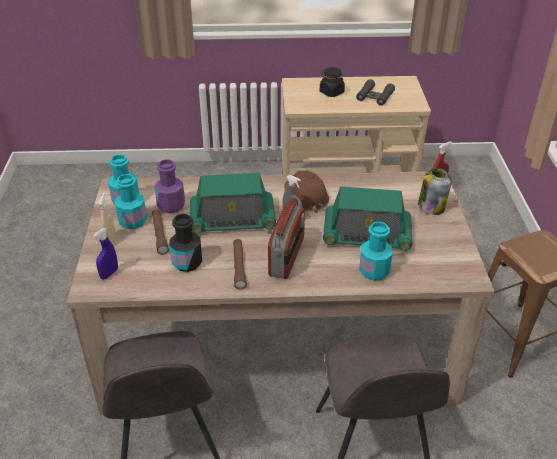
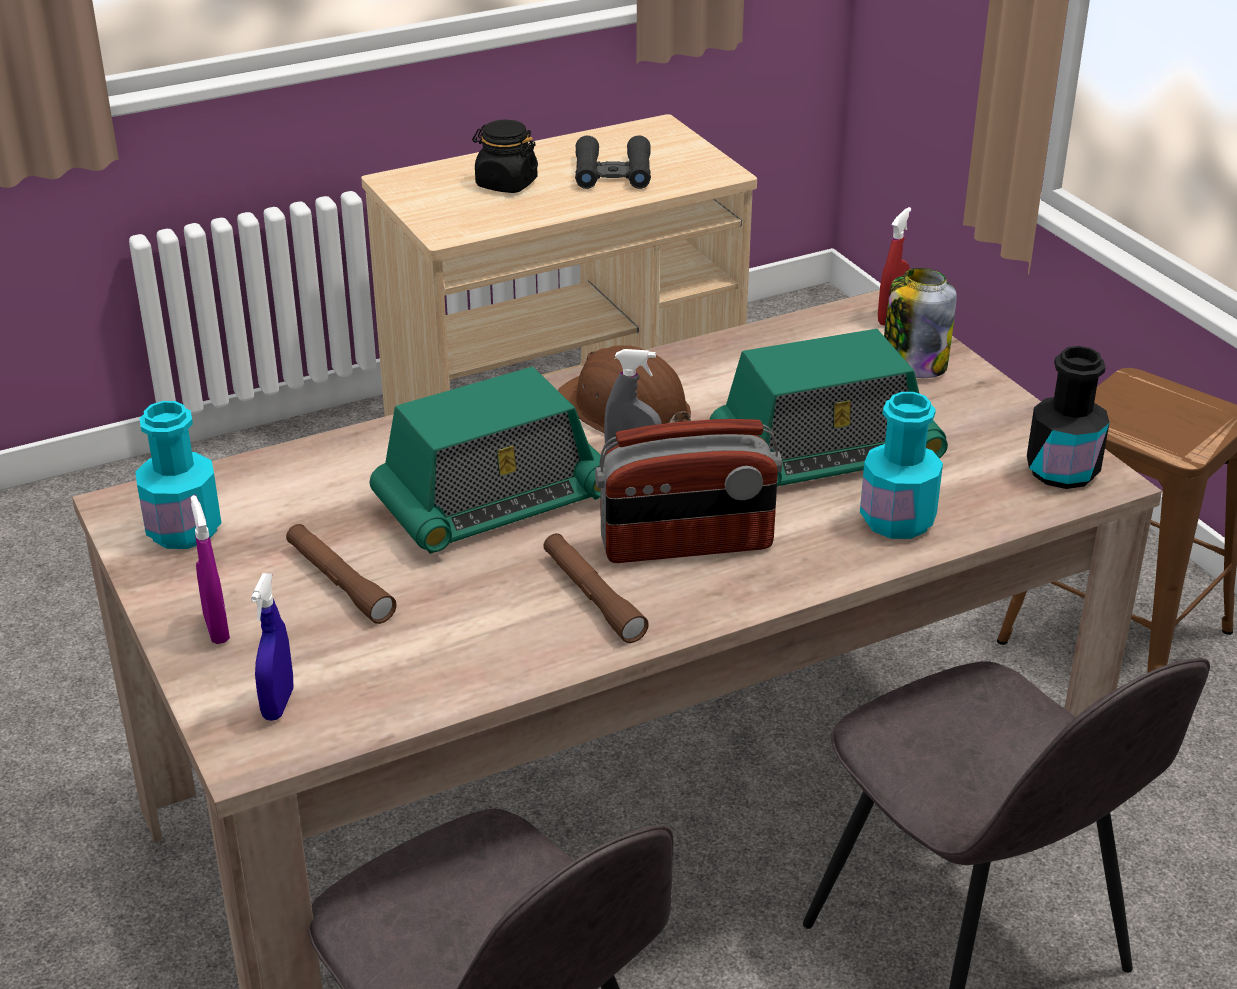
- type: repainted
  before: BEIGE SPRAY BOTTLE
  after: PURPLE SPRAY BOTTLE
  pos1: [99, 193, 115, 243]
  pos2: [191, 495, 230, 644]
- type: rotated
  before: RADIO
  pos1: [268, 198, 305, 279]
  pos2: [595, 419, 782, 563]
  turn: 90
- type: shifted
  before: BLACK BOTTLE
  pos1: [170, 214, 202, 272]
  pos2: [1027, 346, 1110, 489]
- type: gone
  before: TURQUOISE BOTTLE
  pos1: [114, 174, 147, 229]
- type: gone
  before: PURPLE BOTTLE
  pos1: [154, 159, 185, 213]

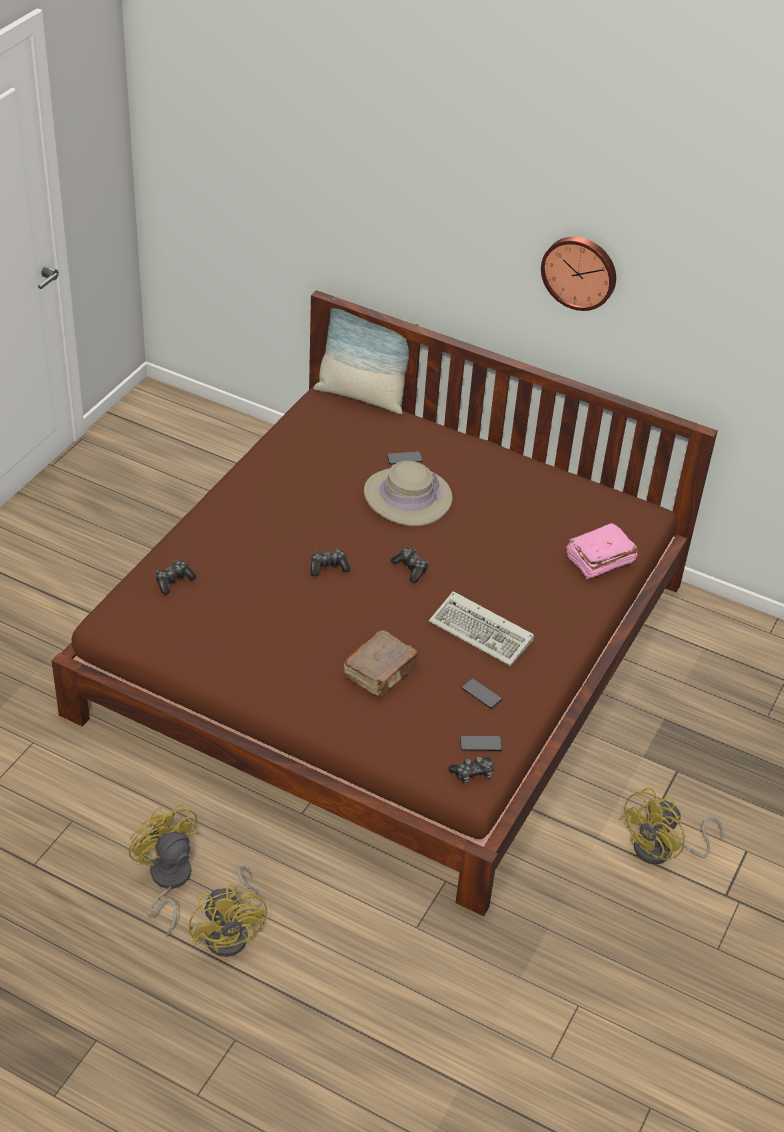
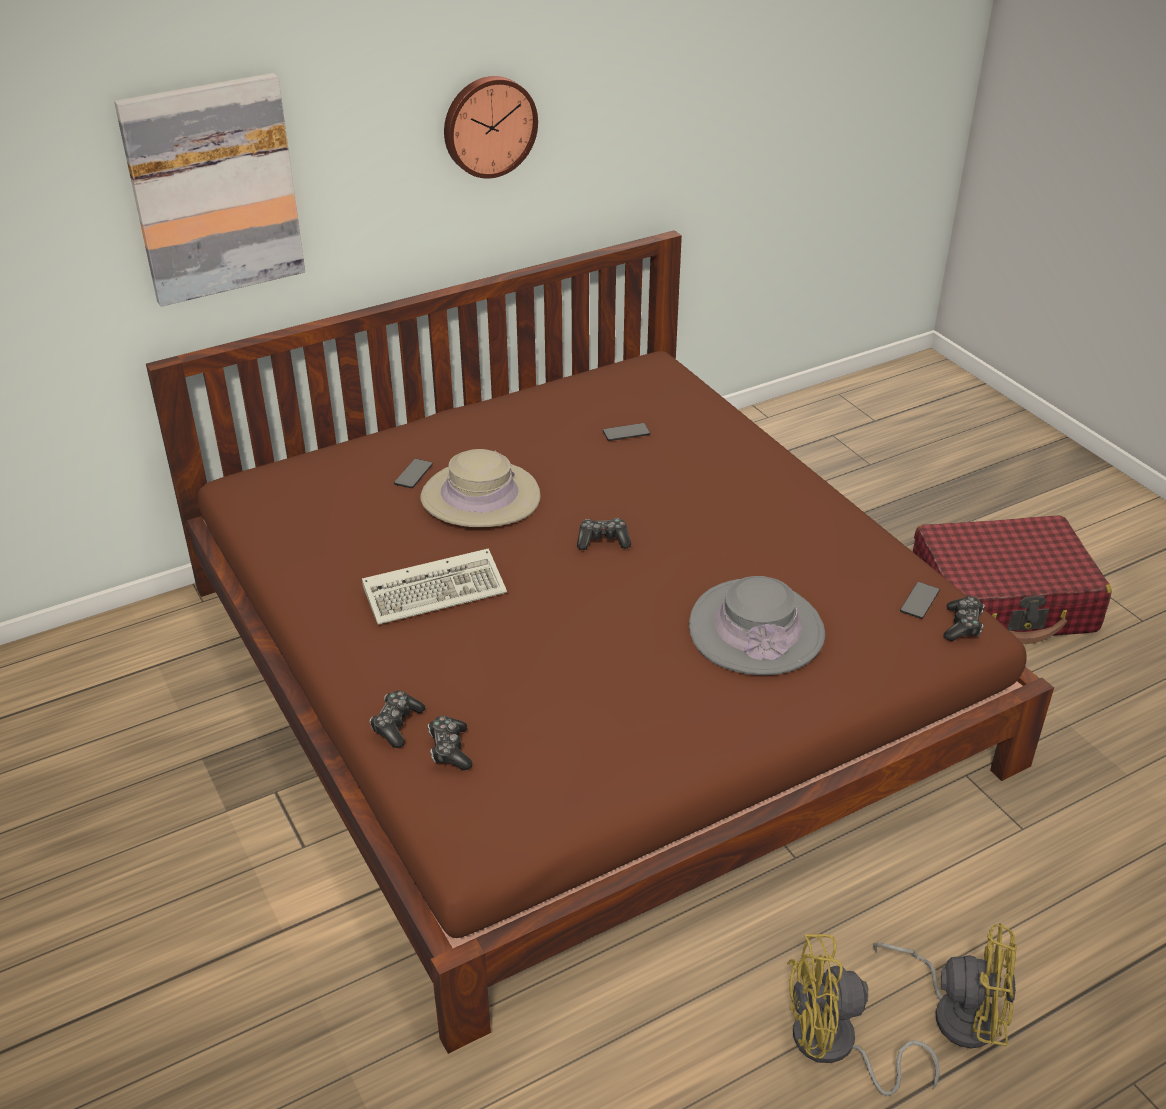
- type: new
  after: PICTURE
  pos2: [114, 73, 305, 307]
- type: shifted
  before: KEYBOARD
  pos1: [429, 591, 534, 666]
  pos2: [362, 548, 507, 625]
- type: shifted
  before: GAME CONTROLLER
  pos1: [310, 549, 350, 576]
  pos2: [370, 690, 425, 748]
- type: shifted
  before: PHONE
  pos1: [461, 678, 502, 709]
  pos2: [603, 423, 650, 441]
- type: swapped
  before: BROWN BOOK
  after: GREY HAT
  pos1: [344, 630, 419, 696]
  pos2: [689, 576, 825, 675]
- type: swapped
  before: YELLOW FAN
  after: RED SUITCASE
  pos1: [619, 787, 723, 864]
  pos2: [913, 515, 1112, 644]
- type: gone
  before: PILLOW
  pos1: [313, 298, 419, 414]
- type: gone
  before: PINK BOOK
  pos1: [566, 523, 638, 579]

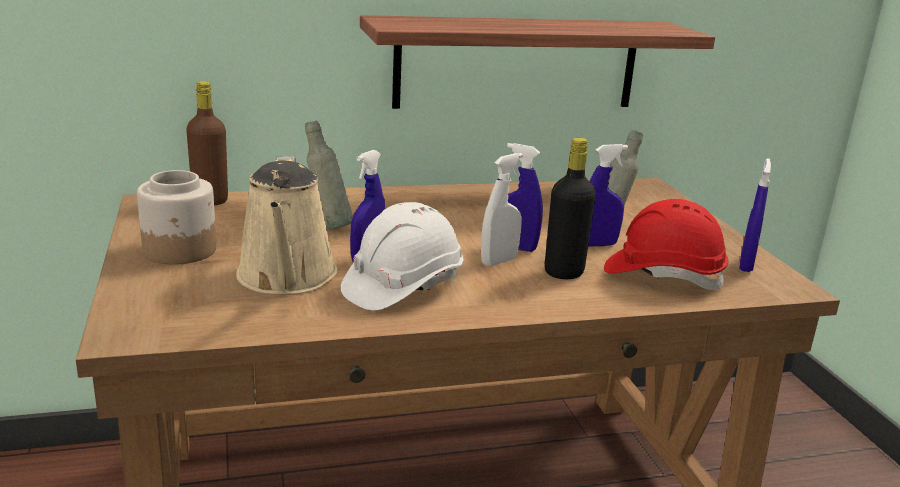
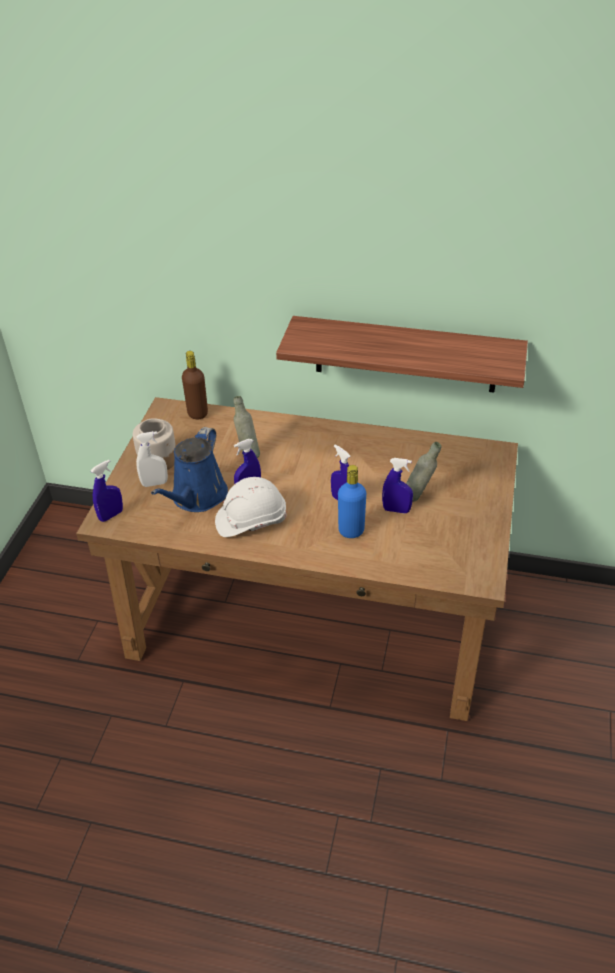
- type: shifted
  before: BLUE SPRAY BOTTLE
  pos1: [739, 158, 771, 272]
  pos2: [91, 460, 123, 522]
- type: shifted
  before: WHITE SPRAY BOTTLE
  pos1: [481, 153, 523, 266]
  pos2: [136, 431, 168, 487]
- type: repainted
  before: BEIGE WATERING CAN
  after: BLUE WATERING CAN
  pos1: [236, 156, 337, 295]
  pos2: [151, 427, 228, 512]
- type: repainted
  before: BLACK BOTTLE
  after: BLUE BOTTLE
  pos1: [545, 138, 596, 279]
  pos2: [338, 465, 366, 538]
- type: gone
  before: RED HARD HAT
  pos1: [604, 199, 729, 290]

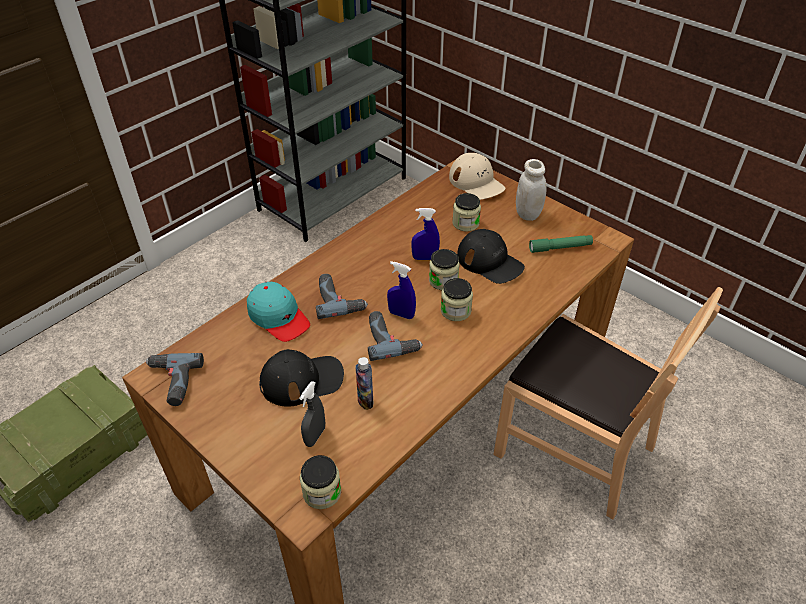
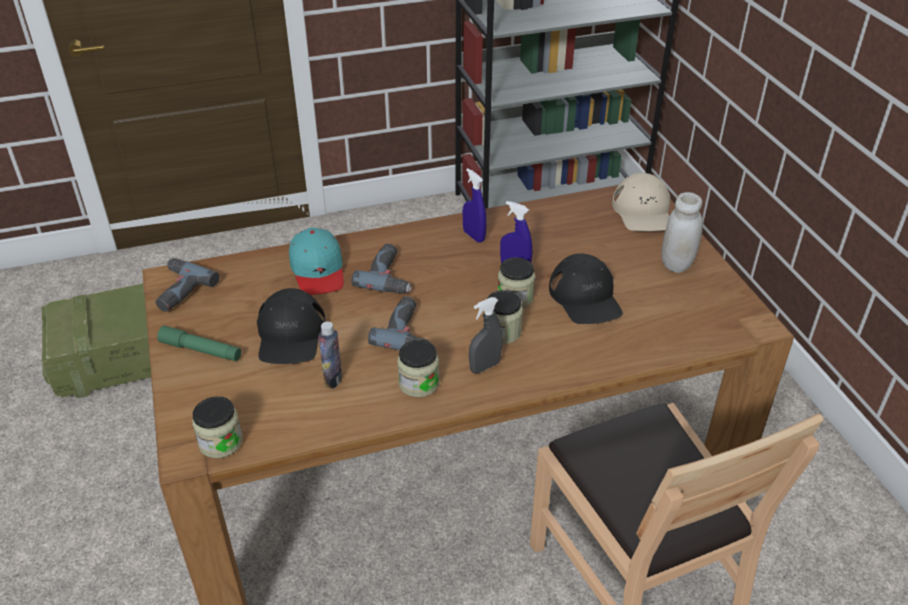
- type: shifted
  before: GREEN FLASHLIGHT
  pos1: [529, 235, 593, 253]
  pos2: [157, 326, 241, 361]
- type: rotated
  before: BLACK CAP
  pos1: [259, 349, 344, 407]
  pos2: [257, 288, 325, 364]
  turn: 75
- type: shifted
  before: JAR
  pos1: [452, 193, 481, 232]
  pos2: [397, 340, 439, 397]
- type: shifted
  before: BLUE SPRAY BOTTLE
  pos1: [387, 261, 416, 319]
  pos2: [463, 168, 486, 243]
- type: shifted
  before: GREY SPRAY BOTTLE
  pos1: [299, 381, 325, 447]
  pos2: [469, 297, 503, 373]

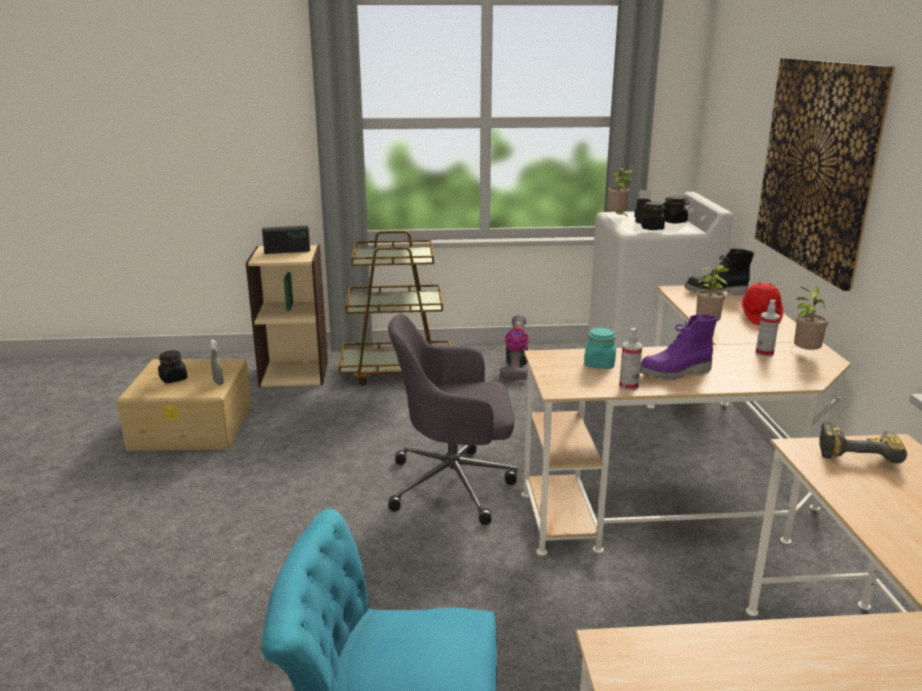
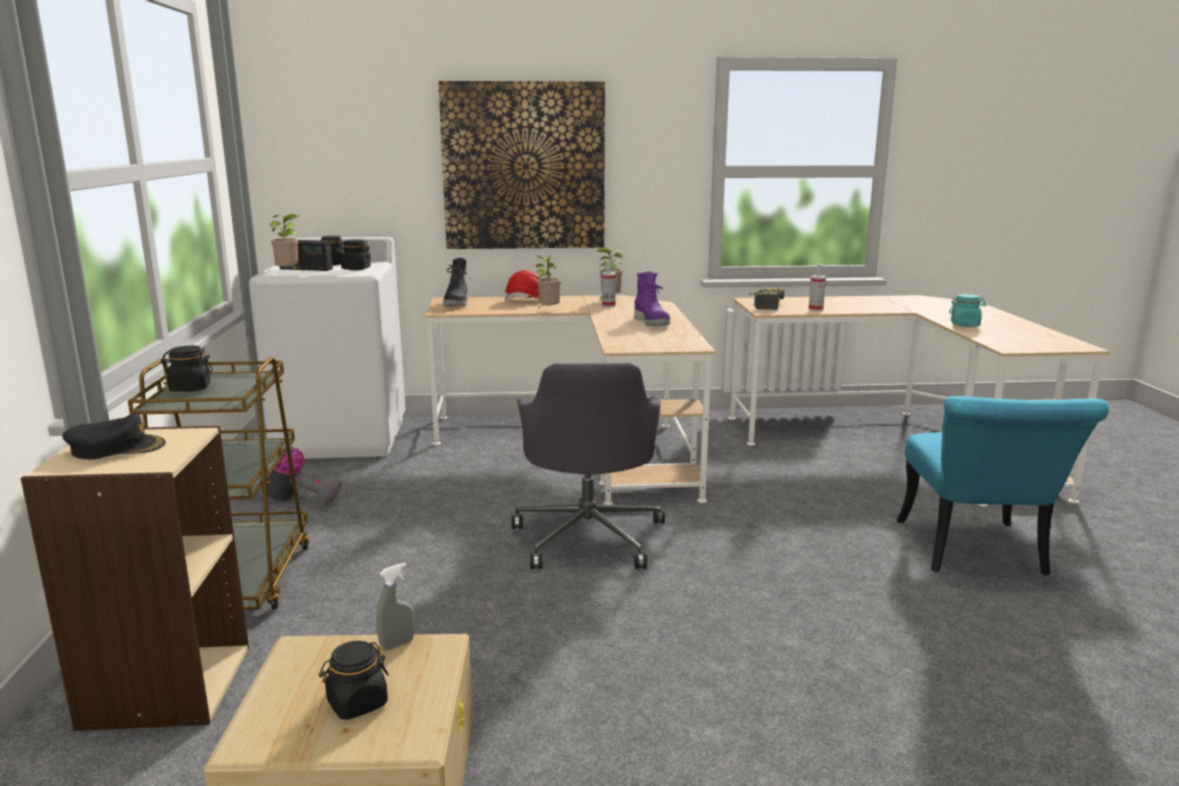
- type: swapped
  before: RADIO
  after: BLACK CAP
  pos1: [262, 225, 310, 254]
  pos2: [62, 413, 166, 459]
- type: new
  after: BLACK JAR
  pos2: [161, 346, 213, 392]
- type: shifted
  before: SPRAY BOTTLE
  pos1: [619, 328, 642, 391]
  pos2: [809, 264, 826, 311]
- type: shifted
  before: TURQUOISE JAR
  pos1: [584, 327, 616, 369]
  pos2: [949, 294, 986, 327]

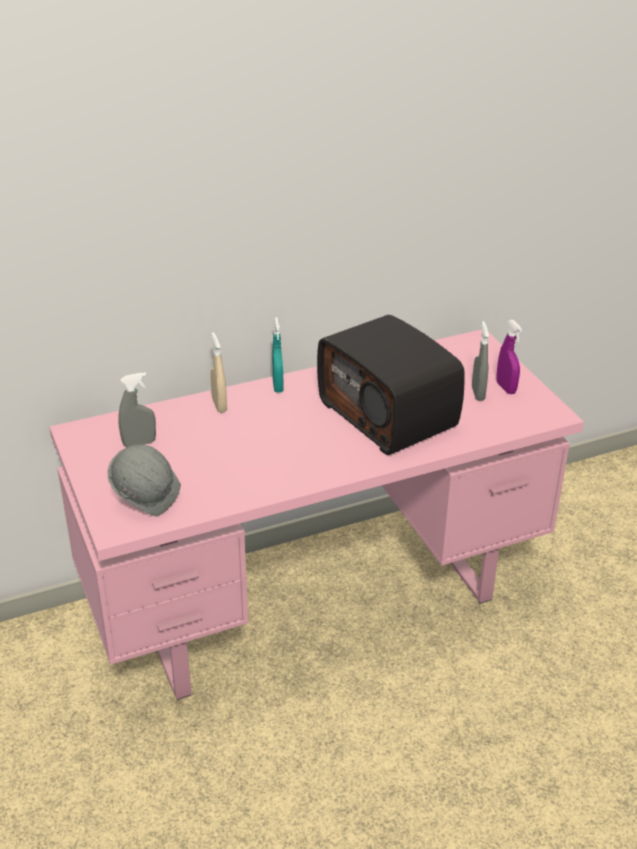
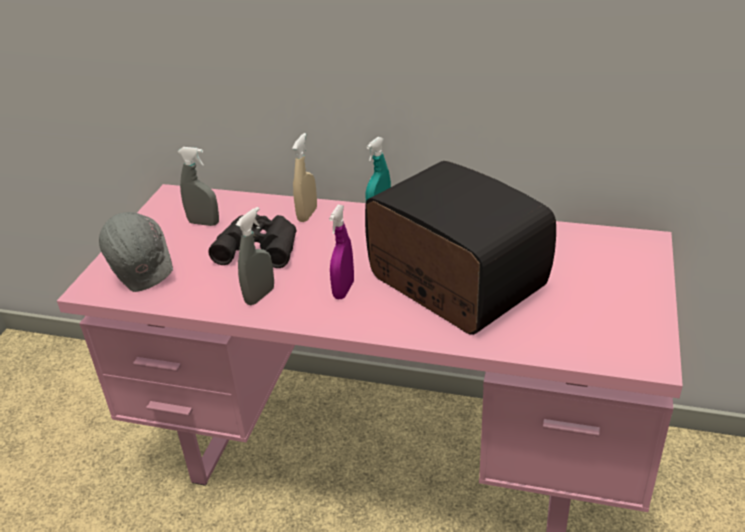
- type: new
  after: BLACK BINOCULARS
  pos2: [208, 214, 297, 268]
- type: shifted
  before: GREY SPRAY BOTTLE
  pos1: [472, 321, 489, 401]
  pos2: [236, 207, 274, 305]
- type: shifted
  before: PURPLE SPRAY BOTTLE
  pos1: [496, 320, 522, 394]
  pos2: [329, 205, 354, 299]
- type: rotated
  before: RADIO
  pos1: [317, 315, 465, 455]
  pos2: [365, 161, 556, 335]
  turn: 135

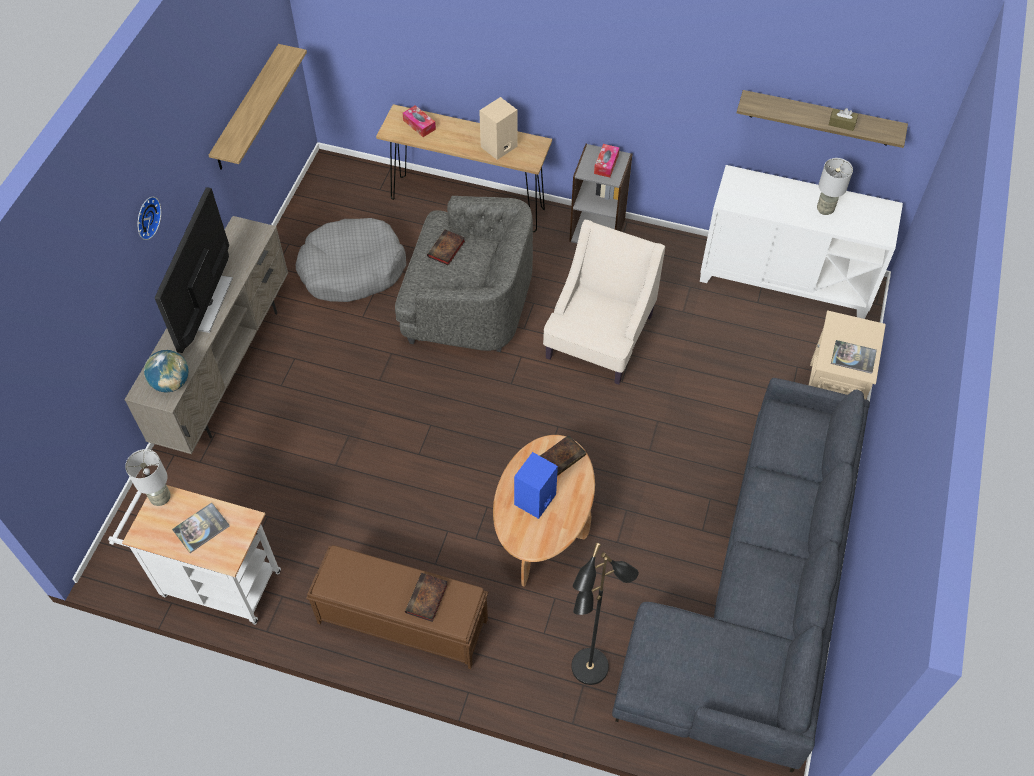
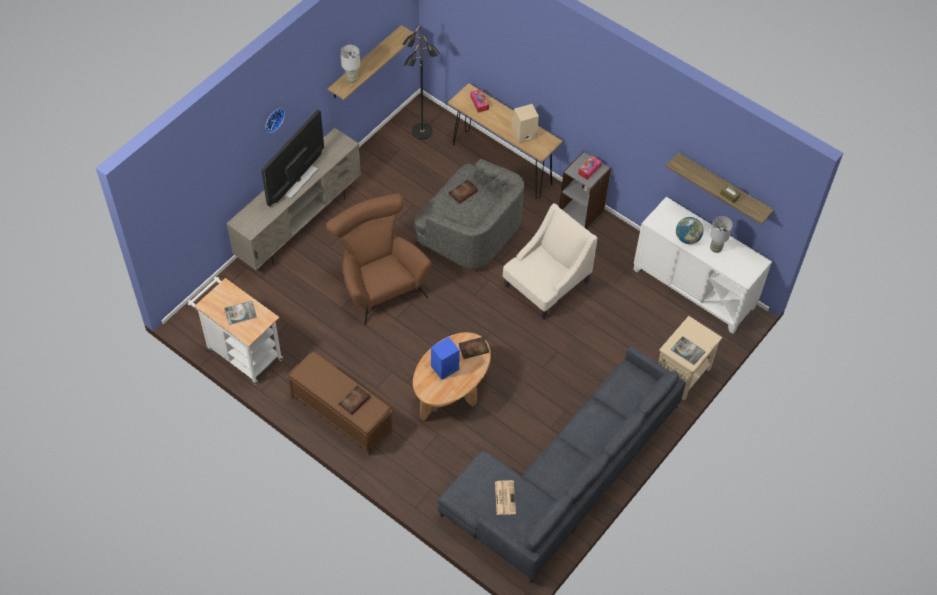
- type: new
  after: BROWN ARMCHAIR
  pos2: [326, 193, 431, 325]
- type: shifted
  before: GREY TABLE LAMP
  pos1: [125, 449, 171, 506]
  pos2: [340, 45, 360, 83]
- type: shifted
  before: BLACK FLOOR LAMP
  pos1: [571, 543, 639, 685]
  pos2: [403, 25, 440, 140]
- type: new
  after: NEWSPAPER
  pos2: [495, 480, 516, 515]
- type: shifted
  before: GLOBE
  pos1: [144, 350, 189, 392]
  pos2: [676, 217, 703, 244]
- type: gone
  before: GREY DOG BED
  pos1: [296, 218, 406, 302]

